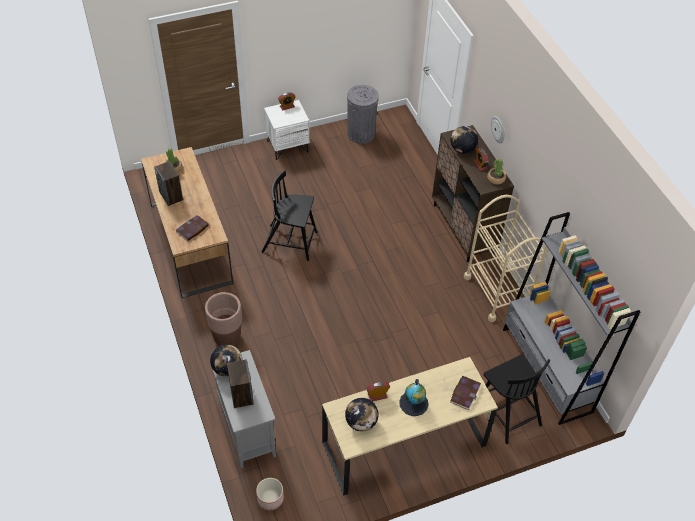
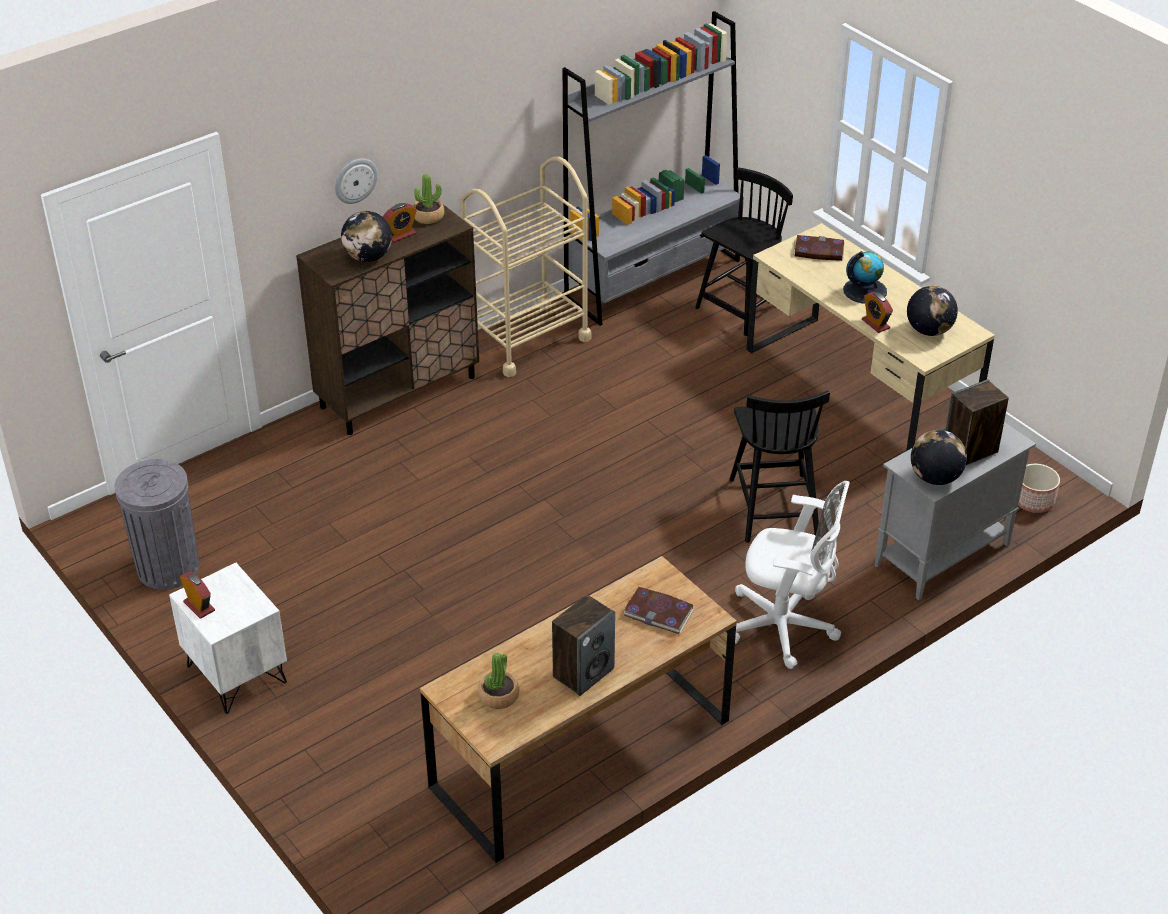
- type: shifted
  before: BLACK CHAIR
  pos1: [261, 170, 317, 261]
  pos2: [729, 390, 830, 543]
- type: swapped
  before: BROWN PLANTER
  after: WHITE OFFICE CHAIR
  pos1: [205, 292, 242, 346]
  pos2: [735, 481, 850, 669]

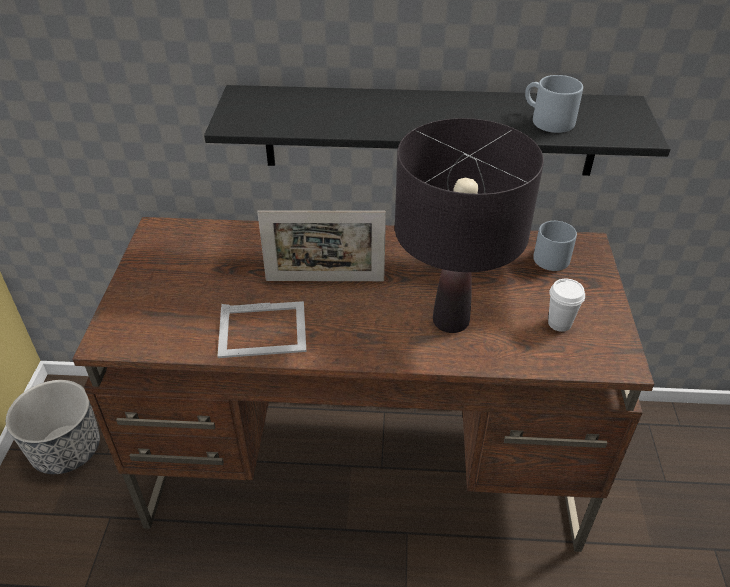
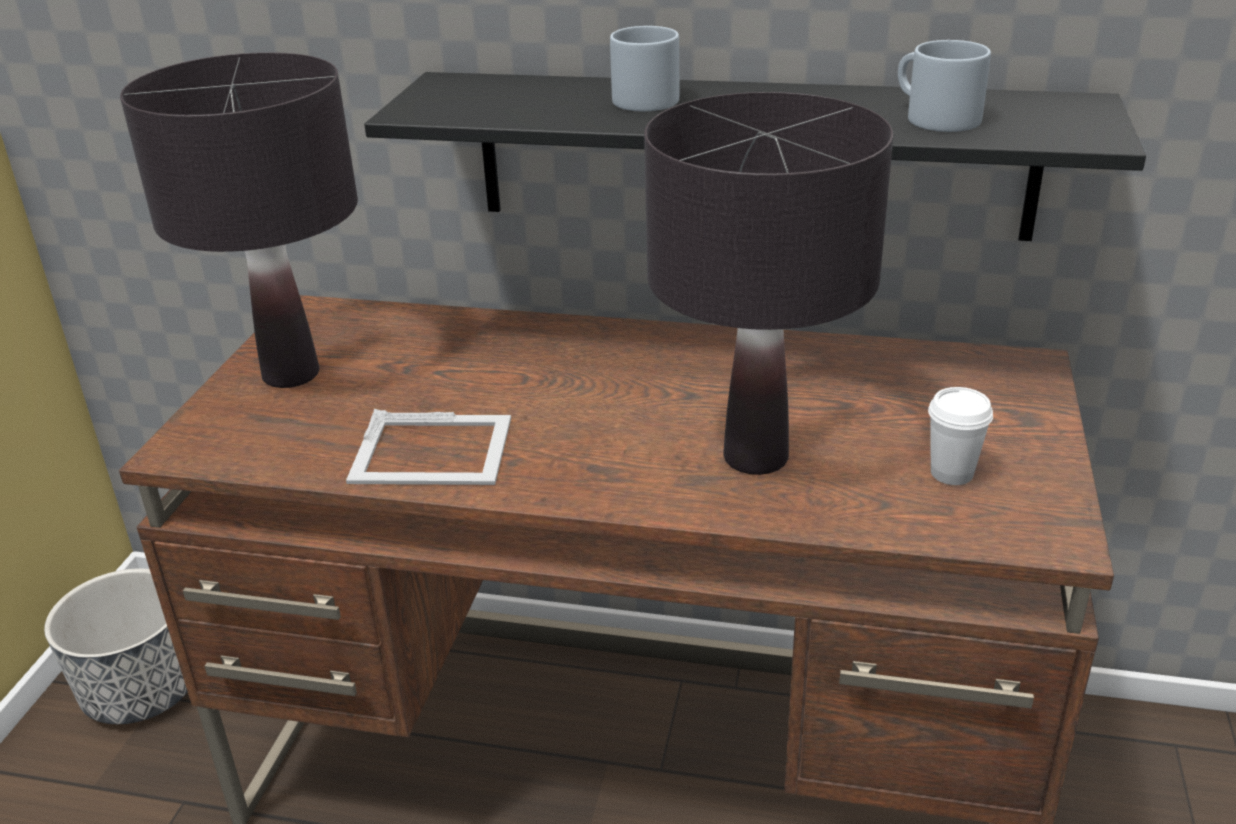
- type: new
  after: BLACK TABLE LAMP
  pos2: [120, 52, 358, 388]
- type: shifted
  before: GREY MUG
  pos1: [533, 221, 577, 271]
  pos2: [610, 26, 679, 111]
- type: gone
  before: PICTURE FRAME
  pos1: [257, 210, 386, 281]

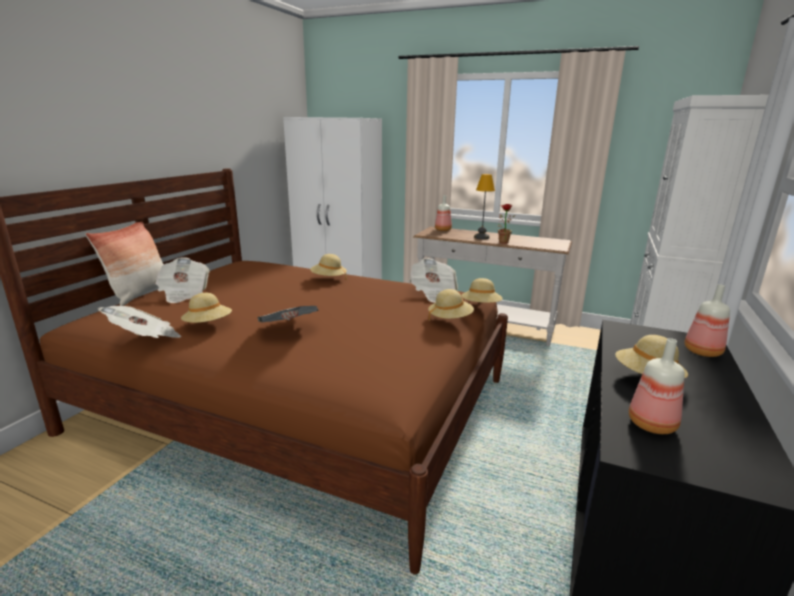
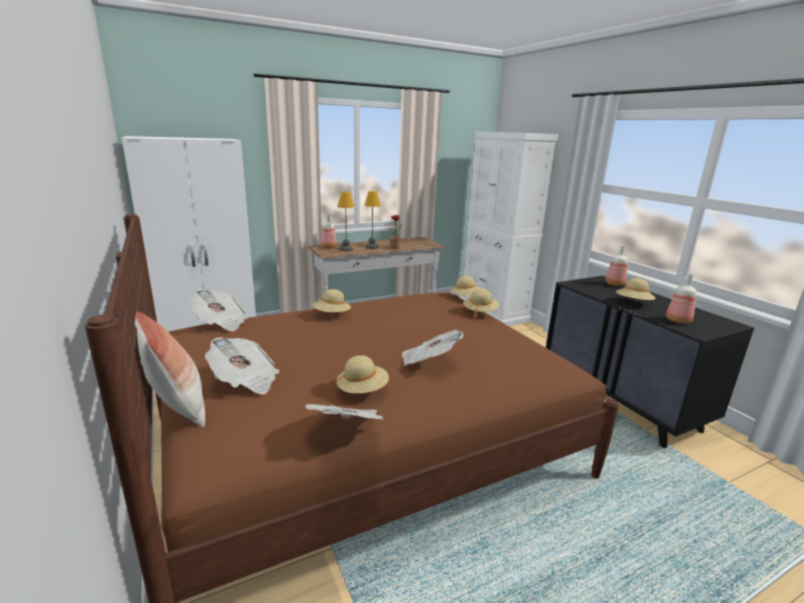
- type: shifted
  before: NEWSPAPER
  pos1: [410, 258, 458, 303]
  pos2: [189, 289, 248, 331]
- type: new
  after: TABLE LAMP
  pos2: [337, 192, 354, 251]

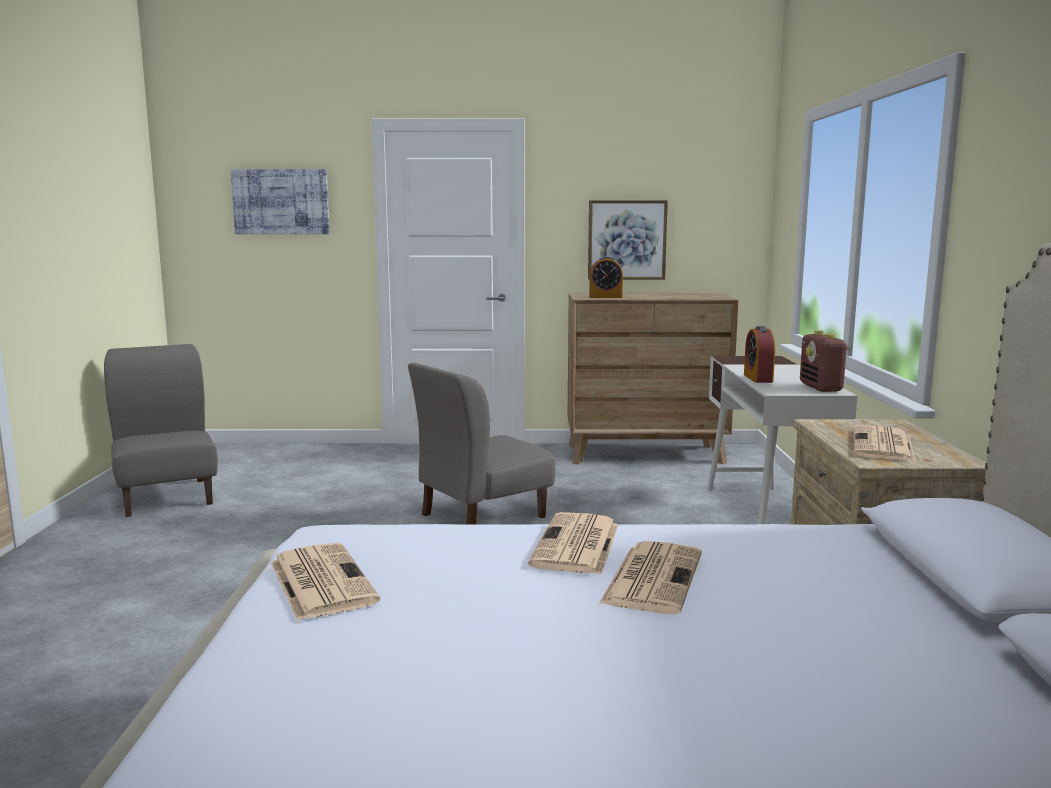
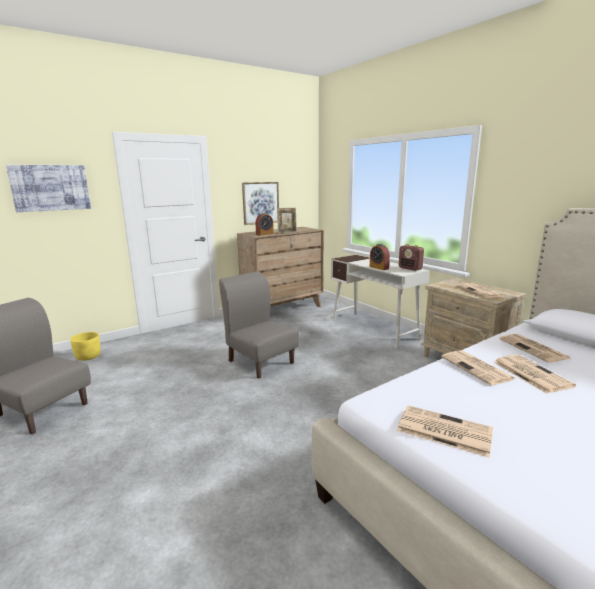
- type: new
  after: YELLOW PLANTER
  pos2: [70, 332, 101, 361]
- type: rotated
  before: GREY CHAIR
  pos1: [408, 363, 555, 524]
  pos2: [219, 271, 300, 379]
  turn: 120
- type: new
  after: PICTURE FRAME
  pos2: [277, 208, 297, 233]
- type: new
  after: NEWSPAPER
  pos2: [499, 334, 570, 363]

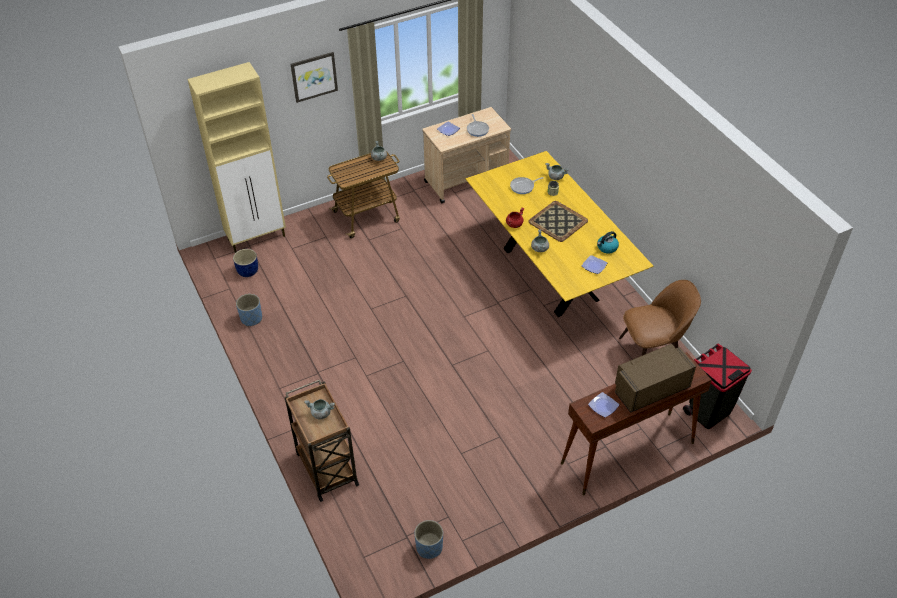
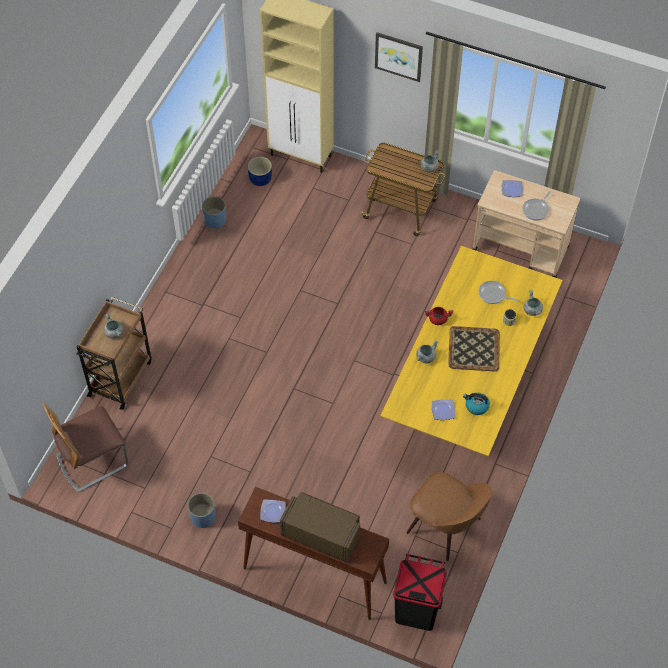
- type: new
  after: CHAIR
  pos2: [43, 402, 128, 492]
- type: shifted
  before: BLUE PLANTER
  pos1: [414, 520, 443, 559]
  pos2: [187, 493, 216, 528]

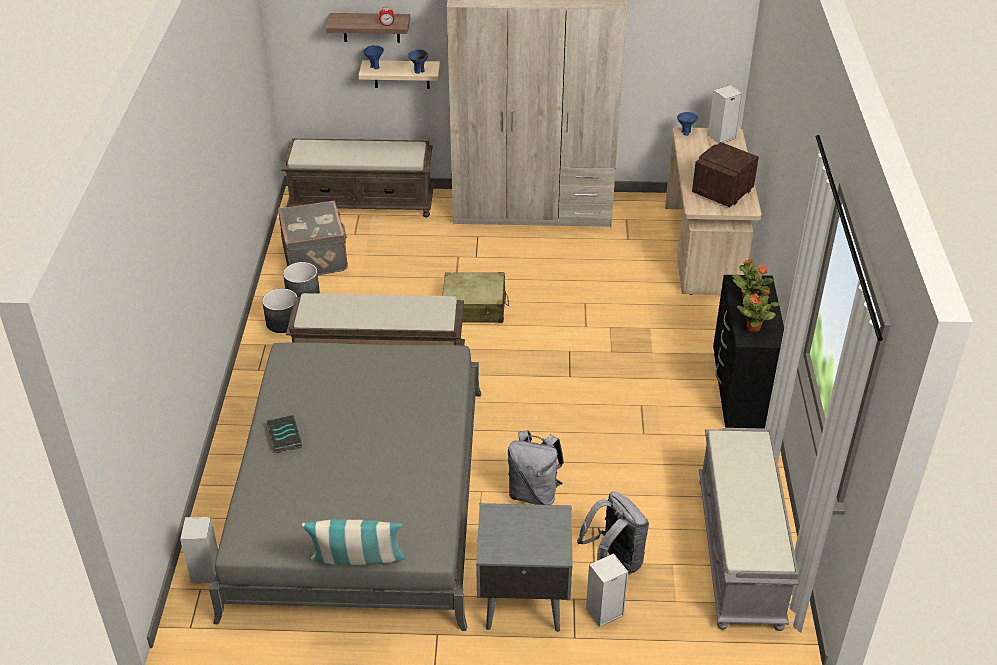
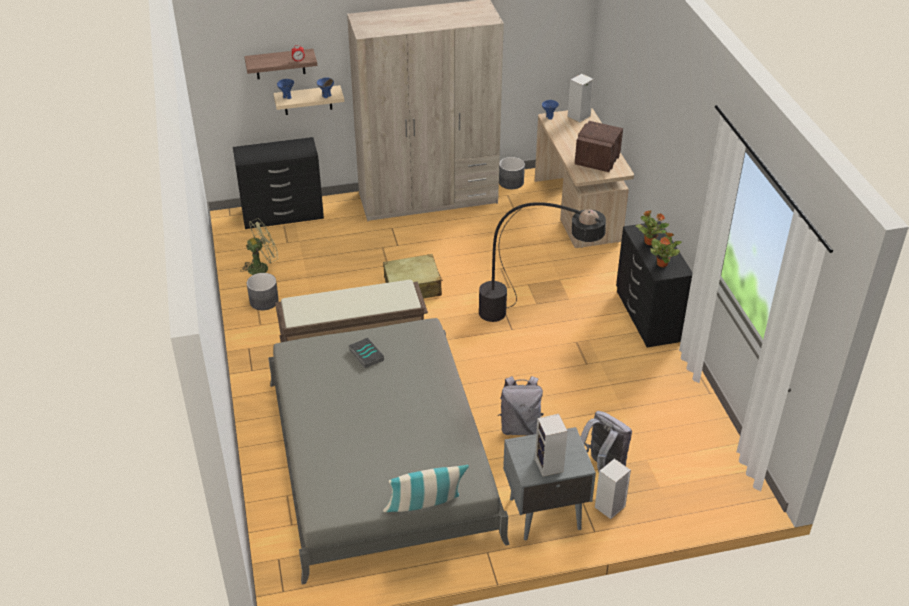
- type: swapped
  before: BROWN BENCH
  after: BLACK DRESSER
  pos1: [281, 138, 434, 217]
  pos2: [233, 137, 324, 229]
- type: swapped
  before: GREY SUITCASE
  after: GREEN FAN
  pos1: [278, 200, 348, 275]
  pos2: [241, 218, 278, 275]
- type: shifted
  before: BOOK
  pos1: [267, 415, 302, 454]
  pos2: [349, 338, 384, 368]
- type: new
  after: BLACK FLOOR LAMP
  pos2: [479, 202, 606, 322]
- type: shifted
  before: GREY PLANTER
  pos1: [262, 289, 297, 333]
  pos2: [499, 157, 525, 189]
- type: shifted
  before: SPEAKER
  pos1: [180, 517, 218, 583]
  pos2: [535, 414, 568, 477]
- type: gone
  before: GREY BENCH
  pos1: [699, 428, 799, 631]

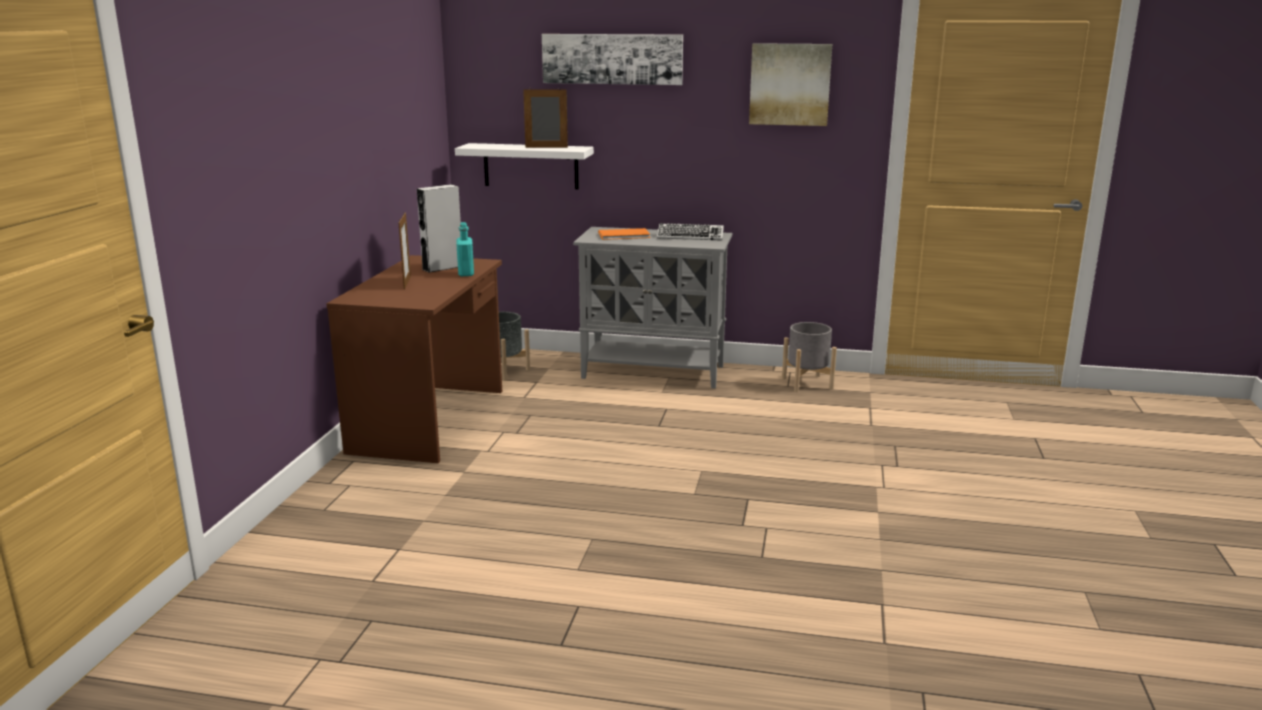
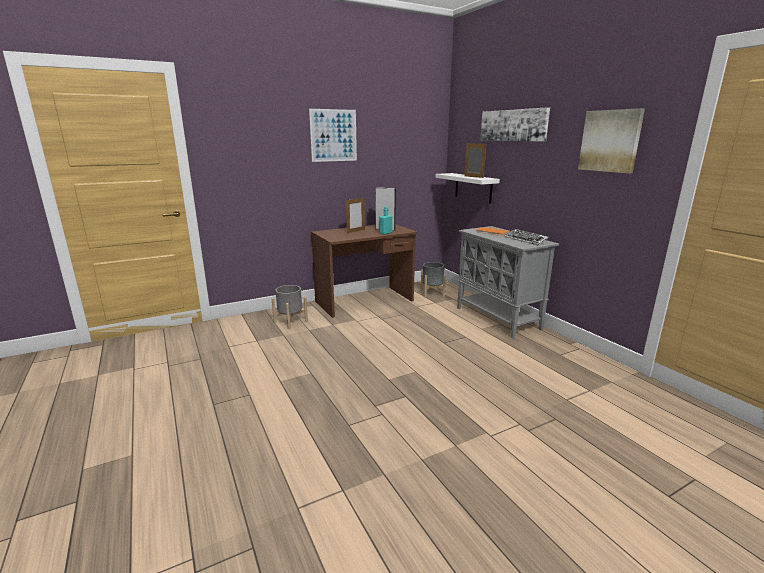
- type: shifted
  before: GREY PLANTER
  pos1: [782, 322, 837, 392]
  pos2: [272, 285, 308, 329]
- type: new
  after: PICTURE
  pos2: [309, 109, 357, 162]

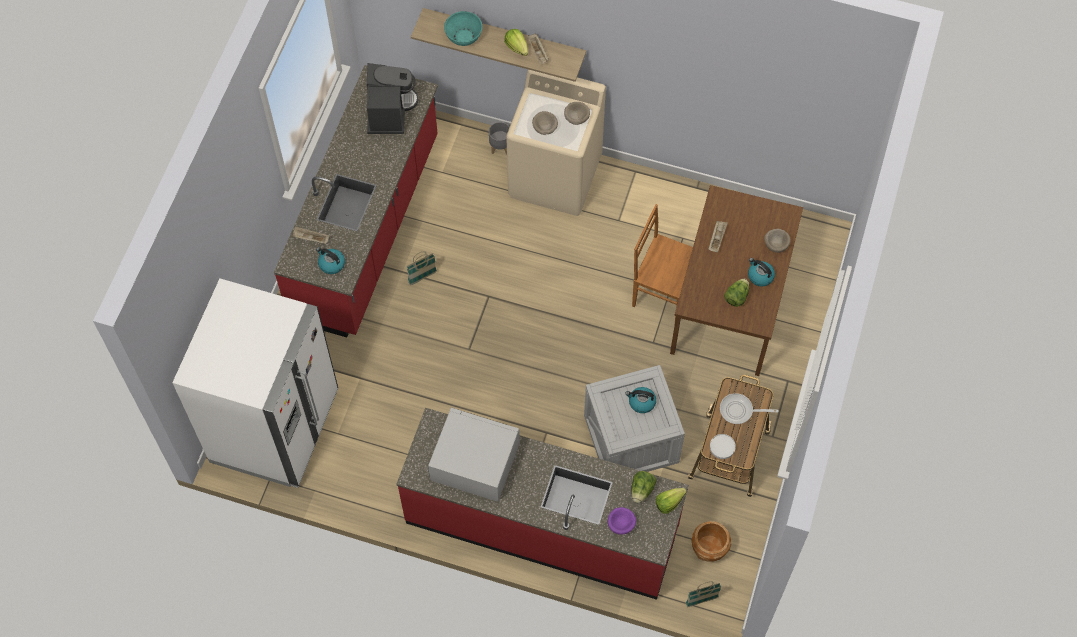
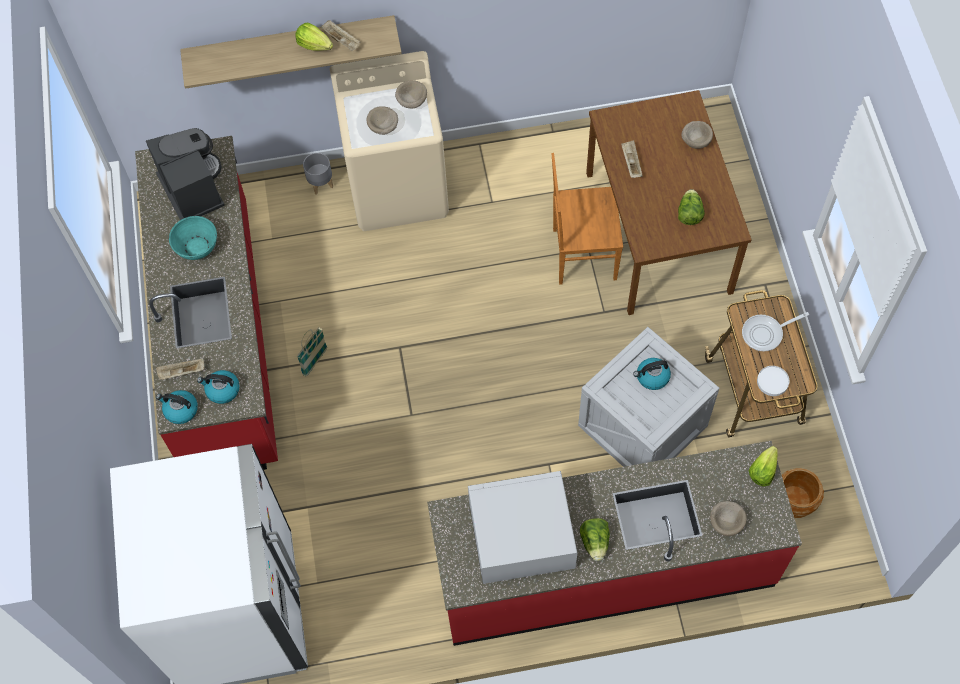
- type: shifted
  before: KETTLE
  pos1: [748, 258, 775, 287]
  pos2: [156, 390, 198, 424]
- type: shifted
  before: TURQUOISE BOWL
  pos1: [444, 11, 482, 46]
  pos2: [169, 216, 217, 260]
- type: shifted
  before: LETTUCE
  pos1: [631, 471, 657, 503]
  pos2: [580, 518, 610, 561]
- type: repainted
  before: PURPLE BOWL
  after: BEIGE BOWL
  pos1: [608, 507, 636, 535]
  pos2: [710, 501, 747, 536]
- type: gone
  before: BASKET
  pos1: [686, 582, 722, 607]

